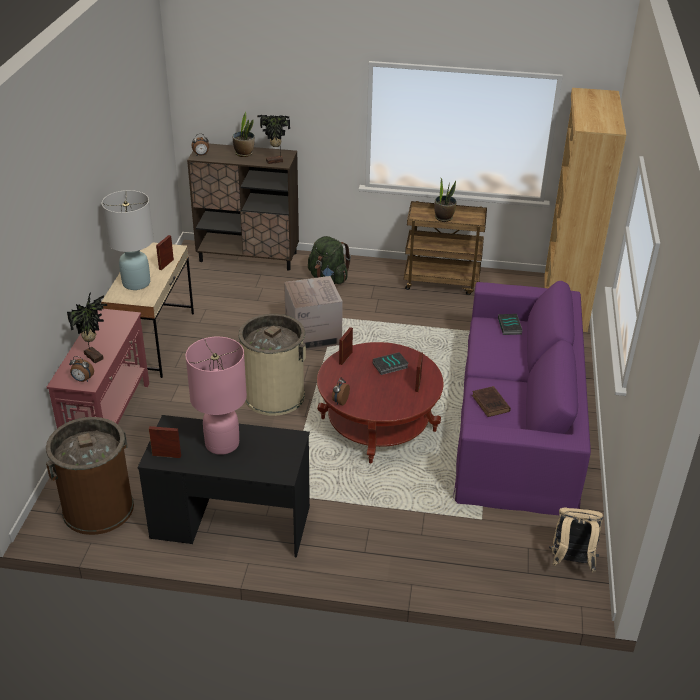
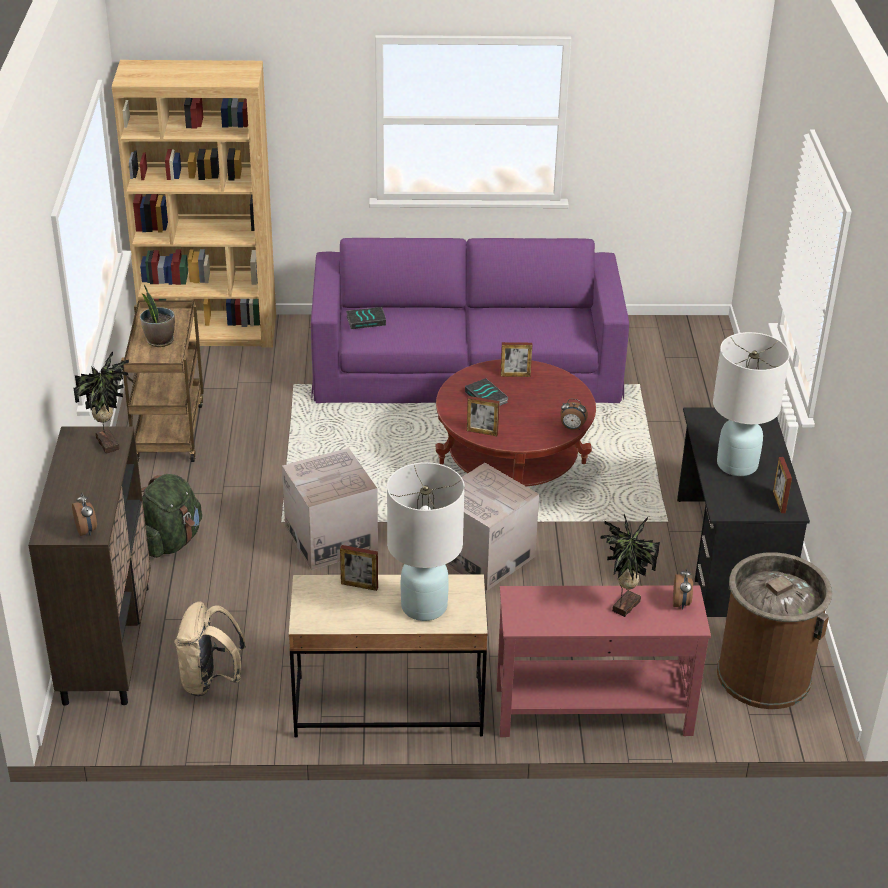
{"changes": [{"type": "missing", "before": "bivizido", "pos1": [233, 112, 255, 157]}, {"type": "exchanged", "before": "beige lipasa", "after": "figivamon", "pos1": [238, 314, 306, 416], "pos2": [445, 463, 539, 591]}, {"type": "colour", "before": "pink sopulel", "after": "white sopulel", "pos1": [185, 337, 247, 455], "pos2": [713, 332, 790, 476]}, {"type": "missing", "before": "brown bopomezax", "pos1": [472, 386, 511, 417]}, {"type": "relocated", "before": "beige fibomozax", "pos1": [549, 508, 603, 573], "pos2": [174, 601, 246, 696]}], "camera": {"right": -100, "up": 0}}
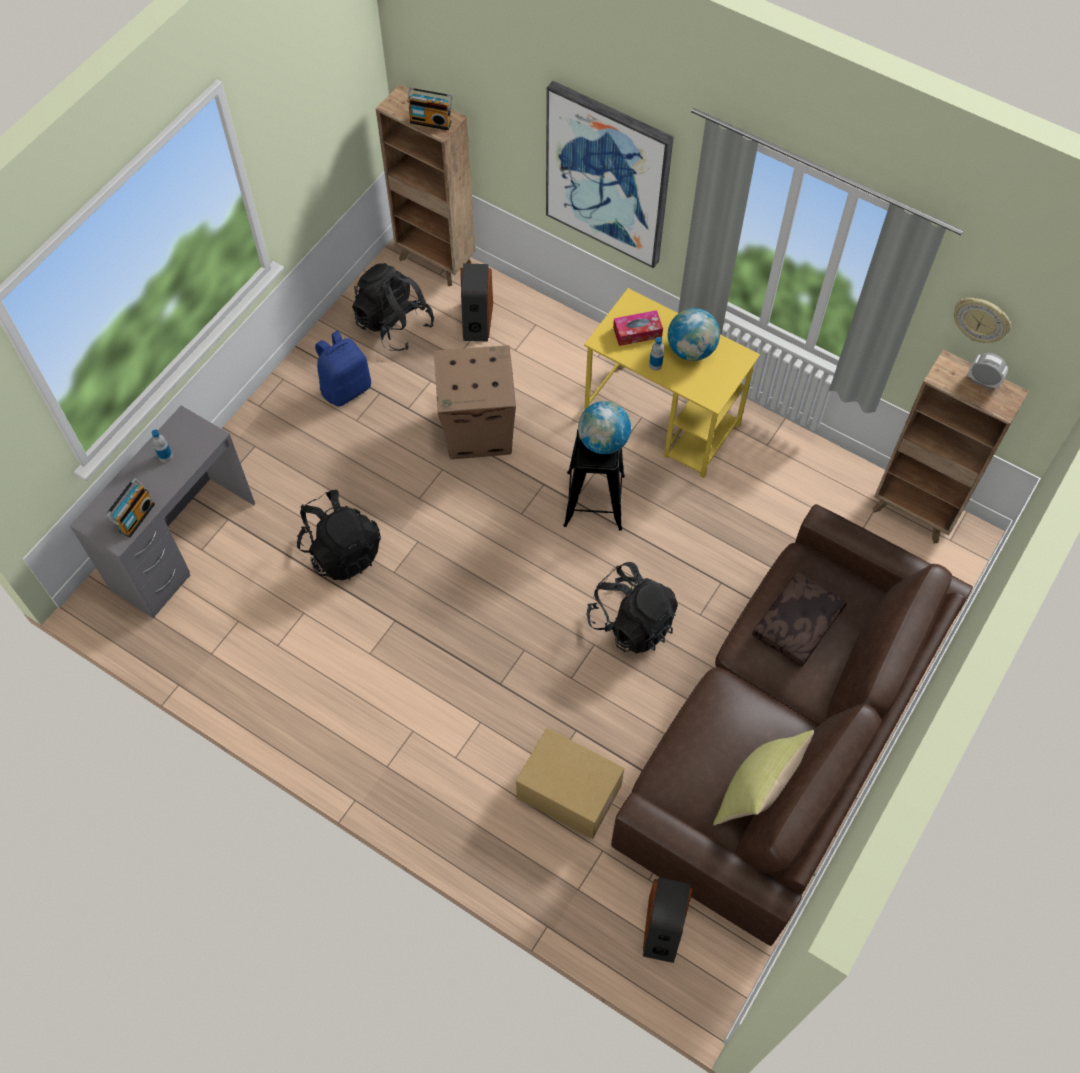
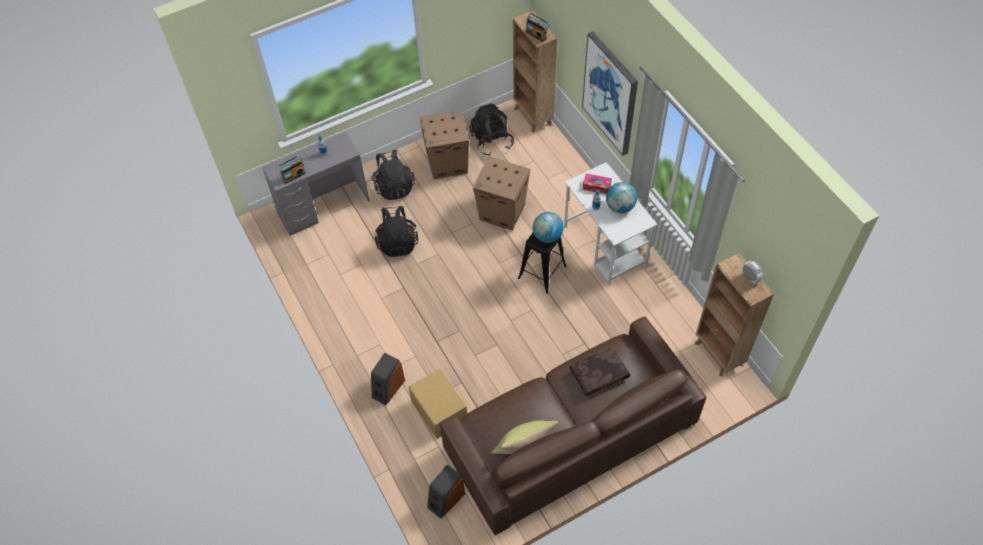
{"changes": [{"type": "relocated", "before": "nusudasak", "pos1": [460, 263, 493, 341], "pos2": [371, 353, 405, 405]}, {"type": "colour", "before": "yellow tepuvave", "after": "white tepuvave", "pos1": [584, 288, 760, 478], "pos2": [564, 162, 657, 286]}, {"type": "missing", "before": "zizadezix", "pos1": [954, 298, 1011, 343]}, {"type": "exchanged", "before": "blue fibomozax", "after": "figivamon", "pos1": [315, 331, 371, 407], "pos2": [420, 110, 469, 179]}, {"type": "relocated", "before": "black fibomozax", "pos1": [586, 562, 678, 654], "pos2": [371, 150, 415, 200]}], "camera": {"right": 30, "up": -5}}
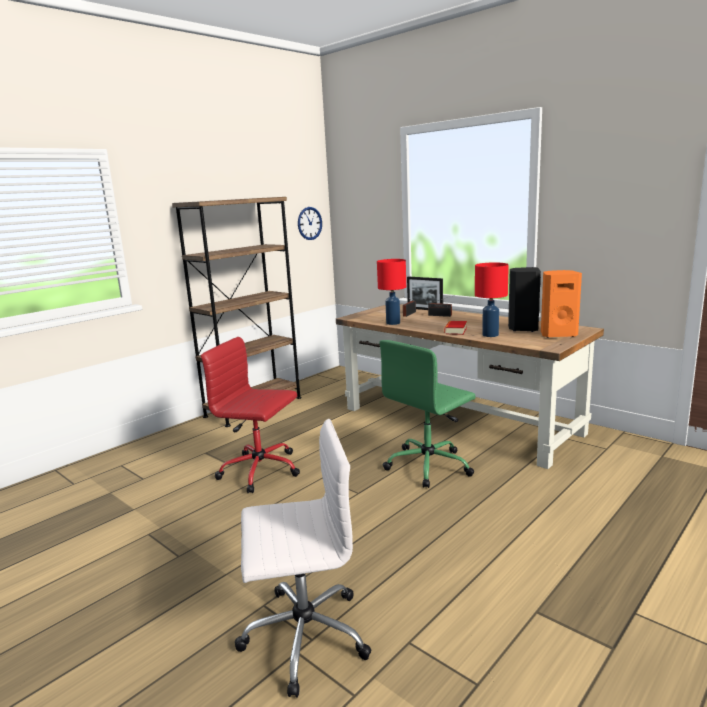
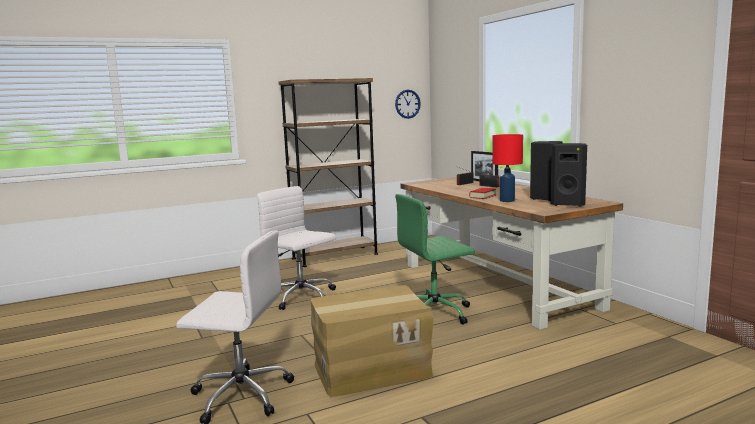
{"changes": [{"type": "missing", "before": "red sopulel", "pos1": [377, 259, 406, 325]}, {"type": "colour", "before": "orange nusudasak", "after": "black nusudasak", "pos1": [541, 270, 582, 338], "pos2": [550, 143, 587, 207]}, {"type": "colour", "before": "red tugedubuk", "after": "white tugedubuk", "pos1": [201, 337, 300, 493], "pos2": [257, 186, 336, 310]}, {"type": "appeared", "after": "figivamon", "pos2": [310, 285, 433, 397]}], "camera": {"right": 20, "up": -5}}
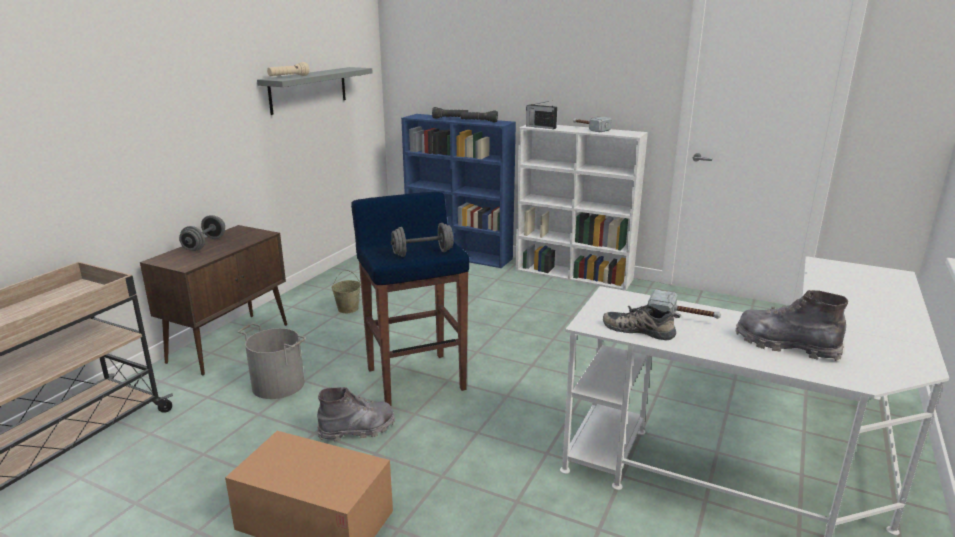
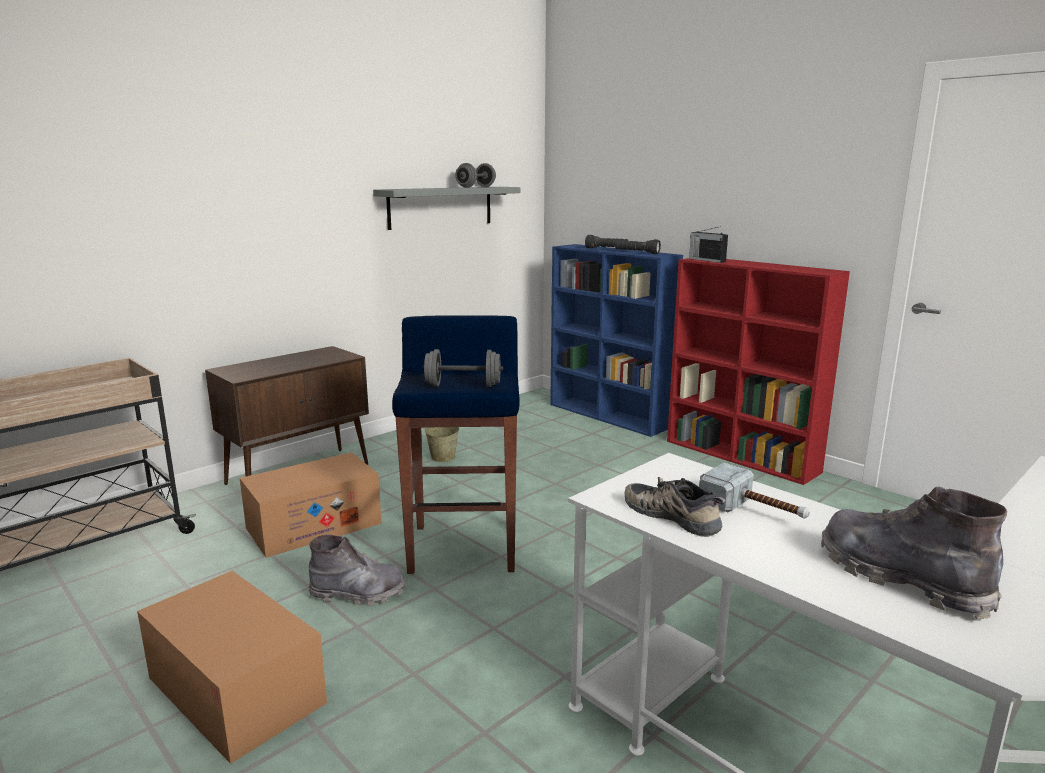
{"changes": [{"type": "missing", "before": "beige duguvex", "pos1": [267, 62, 309, 76]}, {"type": "missing", "before": "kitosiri", "pos1": [573, 116, 612, 132]}, {"type": "colour", "before": "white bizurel", "after": "red bizurel", "pos1": [516, 125, 648, 290], "pos2": [667, 258, 850, 485]}, {"type": "relocated", "before": "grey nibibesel", "pos1": [179, 215, 225, 251], "pos2": [455, 163, 496, 188]}, {"type": "exchanged", "before": "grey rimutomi", "after": "figivamon", "pos1": [238, 323, 306, 399], "pos2": [240, 452, 382, 558]}], "camera": {"right": 20, "up": -5}}
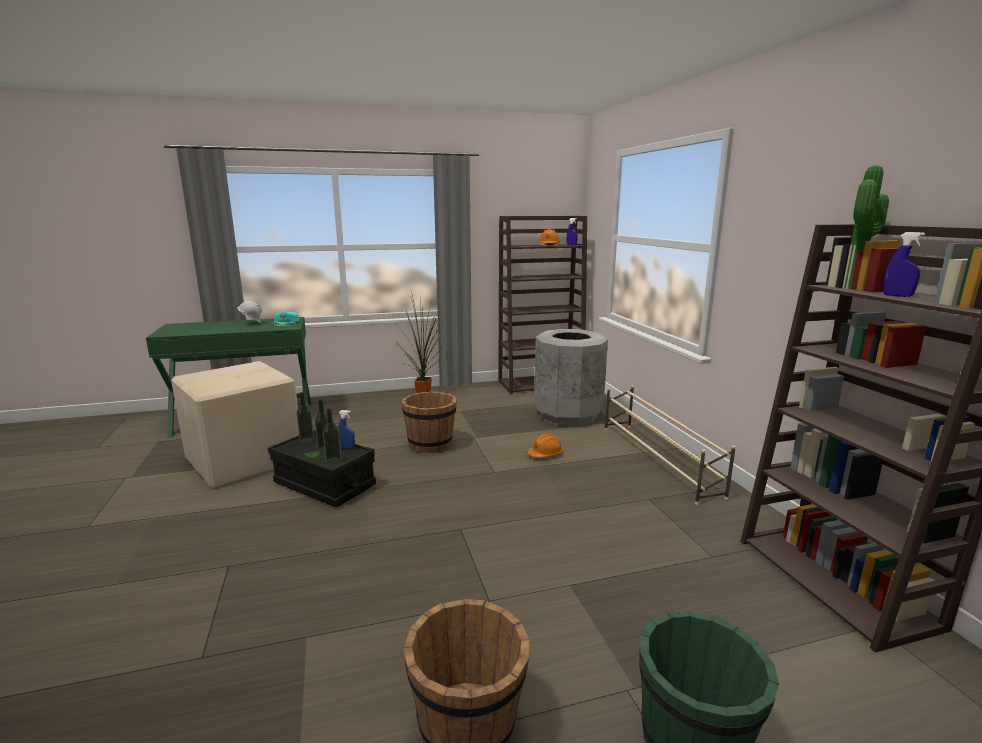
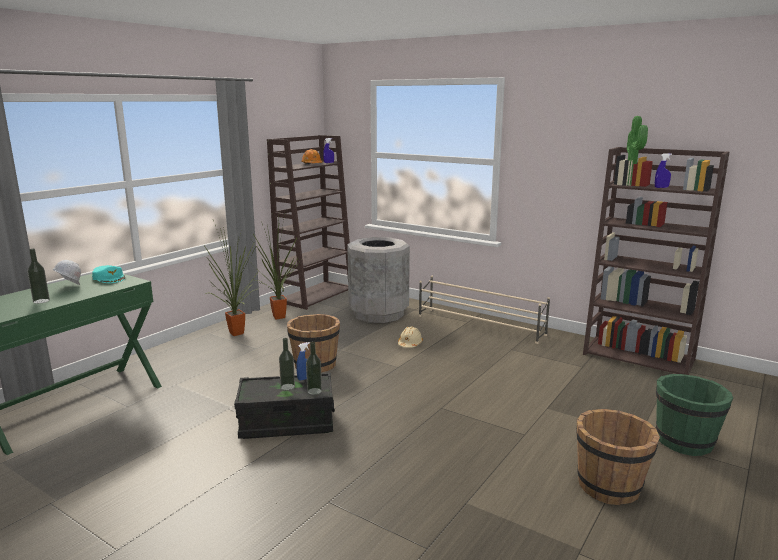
{"changes": [{"type": "missing", "before": "figivamon", "pos1": [171, 361, 299, 488]}, {"type": "relocated", "before": "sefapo", "pos1": [296, 392, 314, 443], "pos2": [27, 249, 50, 304]}, {"type": "colour", "before": "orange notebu", "after": "beige notebu", "pos1": [527, 434, 563, 458], "pos2": [398, 326, 423, 348]}, {"type": "appeared", "after": "bivizido", "pos2": [249, 212, 301, 319]}], "camera": {"right": -40, "up": 0}}
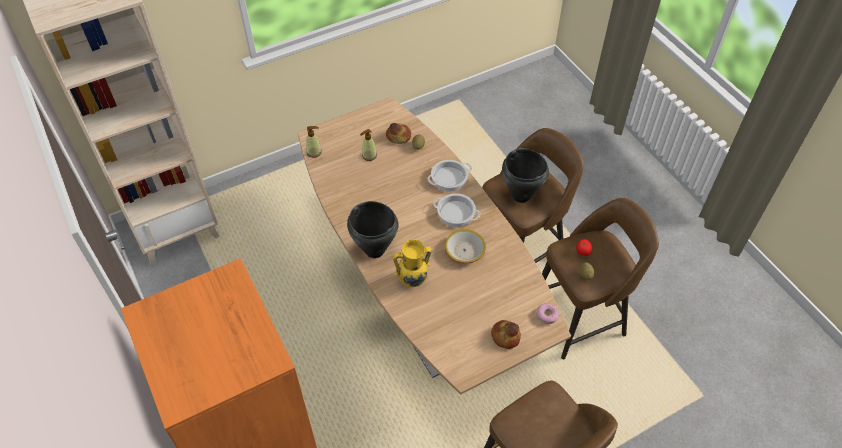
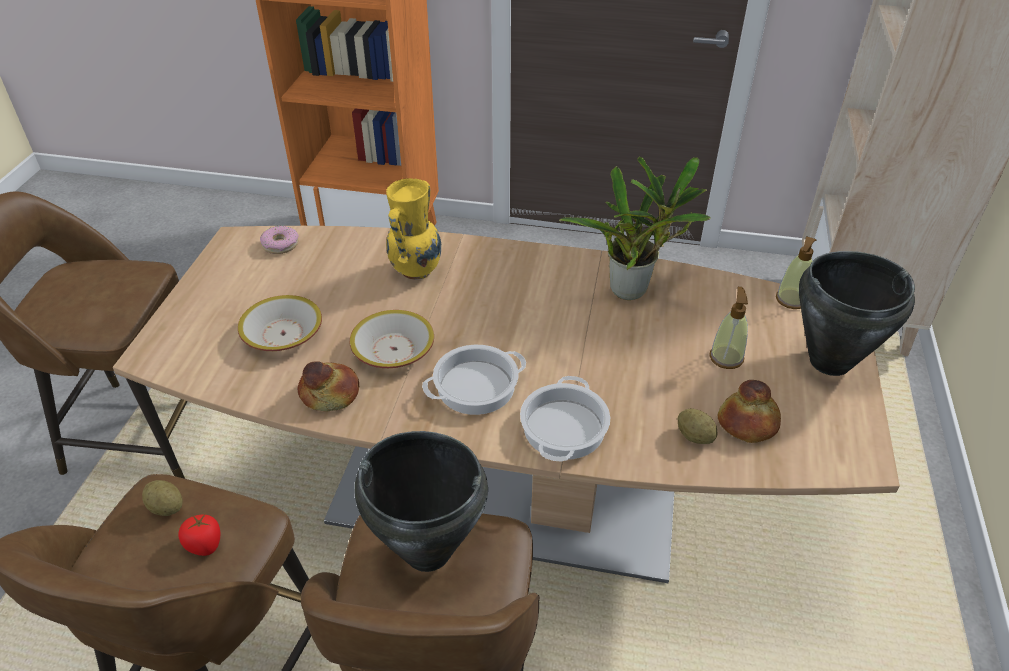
{"changes": [{"type": "relocated", "before": "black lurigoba", "pos1": [347, 201, 399, 258], "pos2": [799, 251, 915, 376]}, {"type": "relocated", "before": "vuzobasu", "pos1": [536, 303, 559, 324], "pos2": [260, 226, 299, 254]}, {"type": "relocated", "before": "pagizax", "pos1": [491, 320, 521, 349], "pos2": [298, 361, 359, 411]}, {"type": "appeared", "after": "bivizido", "pos2": [559, 157, 710, 300]}, {"type": "appeared", "after": "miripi", "pos2": [238, 295, 322, 351]}], "camera": {"right": 130, "up": -10}}
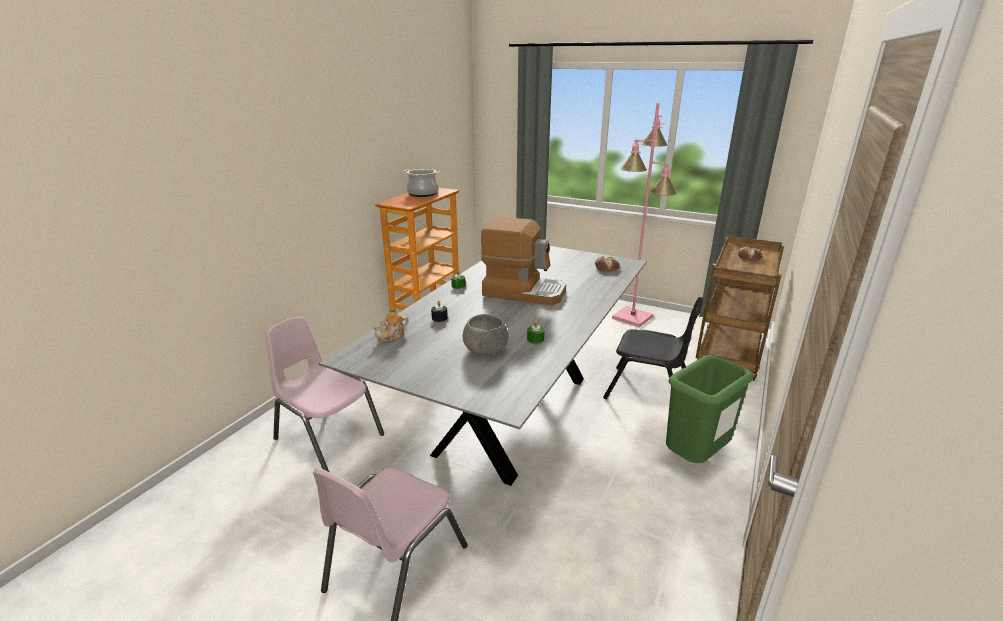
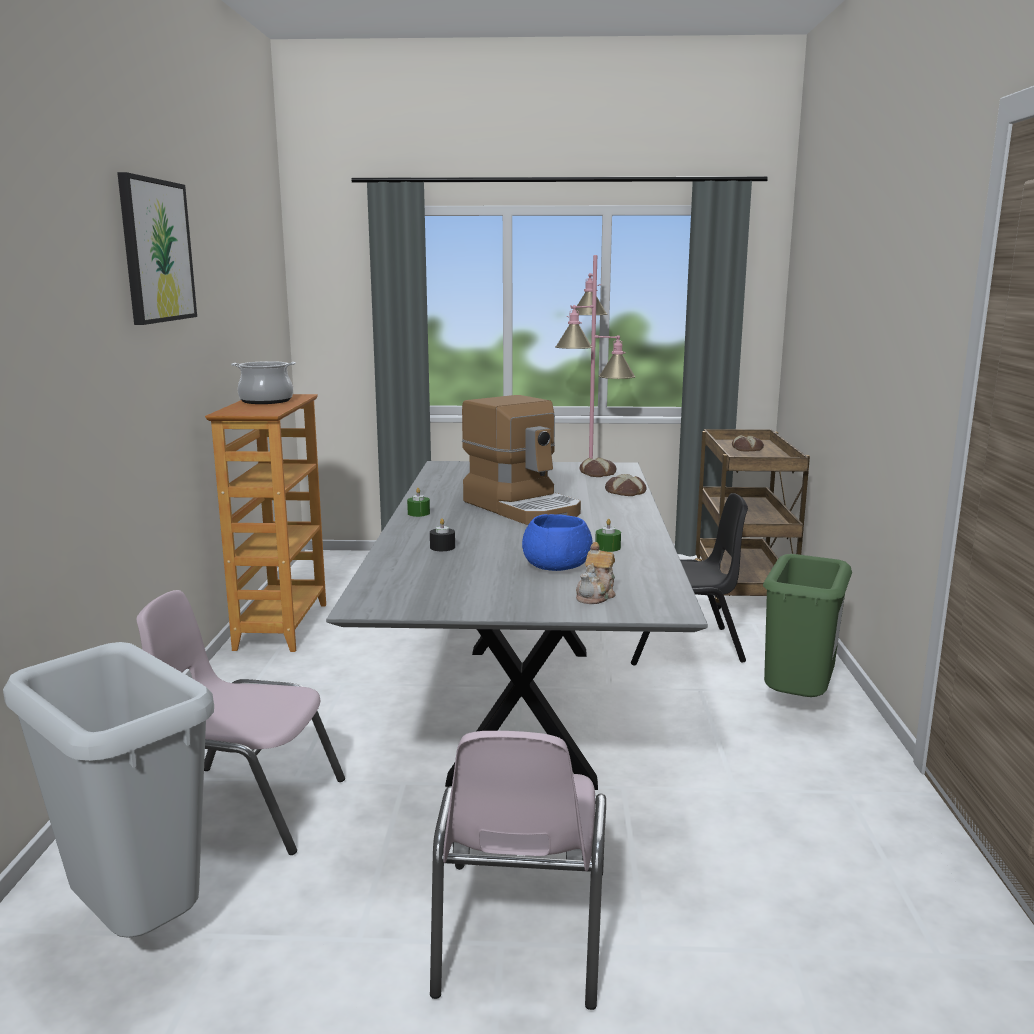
{"changes": [{"type": "spun", "before": "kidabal", "pos1": [481, 217, 566, 305], "pos2": [462, 395, 581, 525], "turn": 60}, {"type": "relocated", "before": "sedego", "pos1": [372, 307, 409, 343], "pos2": [576, 542, 616, 604]}, {"type": "colour", "before": "grey miripi", "after": "blue miripi", "pos1": [463, 314, 509, 355], "pos2": [522, 514, 593, 571]}, {"type": "appeared", "after": "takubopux", "pos2": [117, 172, 197, 325]}, {"type": "appeared", "after": "pagizax", "pos2": [605, 474, 647, 496]}, {"type": "appeared", "after": "grey lipasa", "pos2": [3, 642, 214, 938]}], "camera": {"right": -25, "up": -10}}
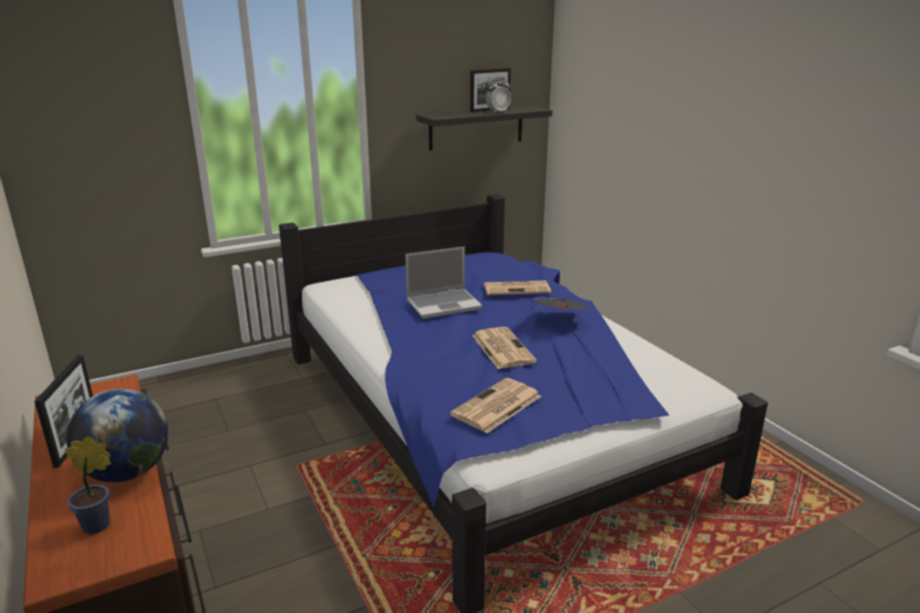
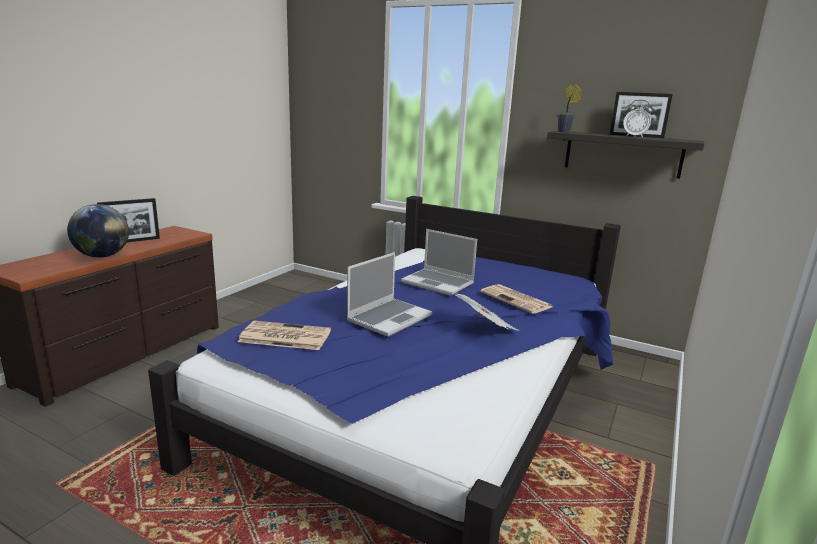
{"changes": [{"type": "exchanged", "before": "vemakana", "after": "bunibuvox", "pos1": [472, 327, 537, 369], "pos2": [346, 252, 432, 337]}, {"type": "relocated", "before": "bivizido", "pos1": [65, 436, 111, 534], "pos2": [557, 84, 582, 132]}], "camera": {"right": 55, "up": -5}}
